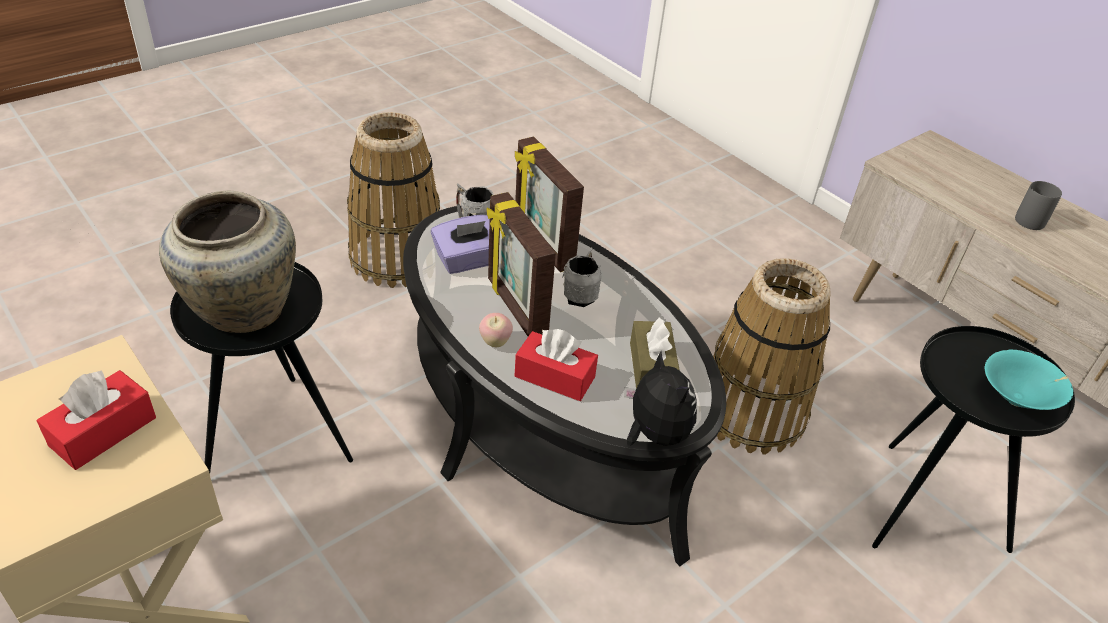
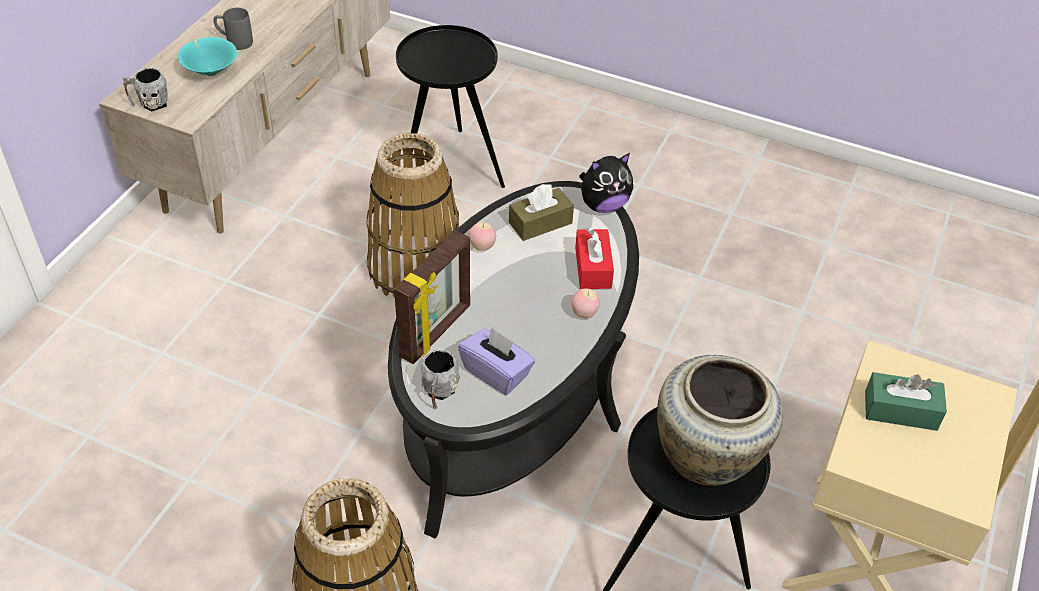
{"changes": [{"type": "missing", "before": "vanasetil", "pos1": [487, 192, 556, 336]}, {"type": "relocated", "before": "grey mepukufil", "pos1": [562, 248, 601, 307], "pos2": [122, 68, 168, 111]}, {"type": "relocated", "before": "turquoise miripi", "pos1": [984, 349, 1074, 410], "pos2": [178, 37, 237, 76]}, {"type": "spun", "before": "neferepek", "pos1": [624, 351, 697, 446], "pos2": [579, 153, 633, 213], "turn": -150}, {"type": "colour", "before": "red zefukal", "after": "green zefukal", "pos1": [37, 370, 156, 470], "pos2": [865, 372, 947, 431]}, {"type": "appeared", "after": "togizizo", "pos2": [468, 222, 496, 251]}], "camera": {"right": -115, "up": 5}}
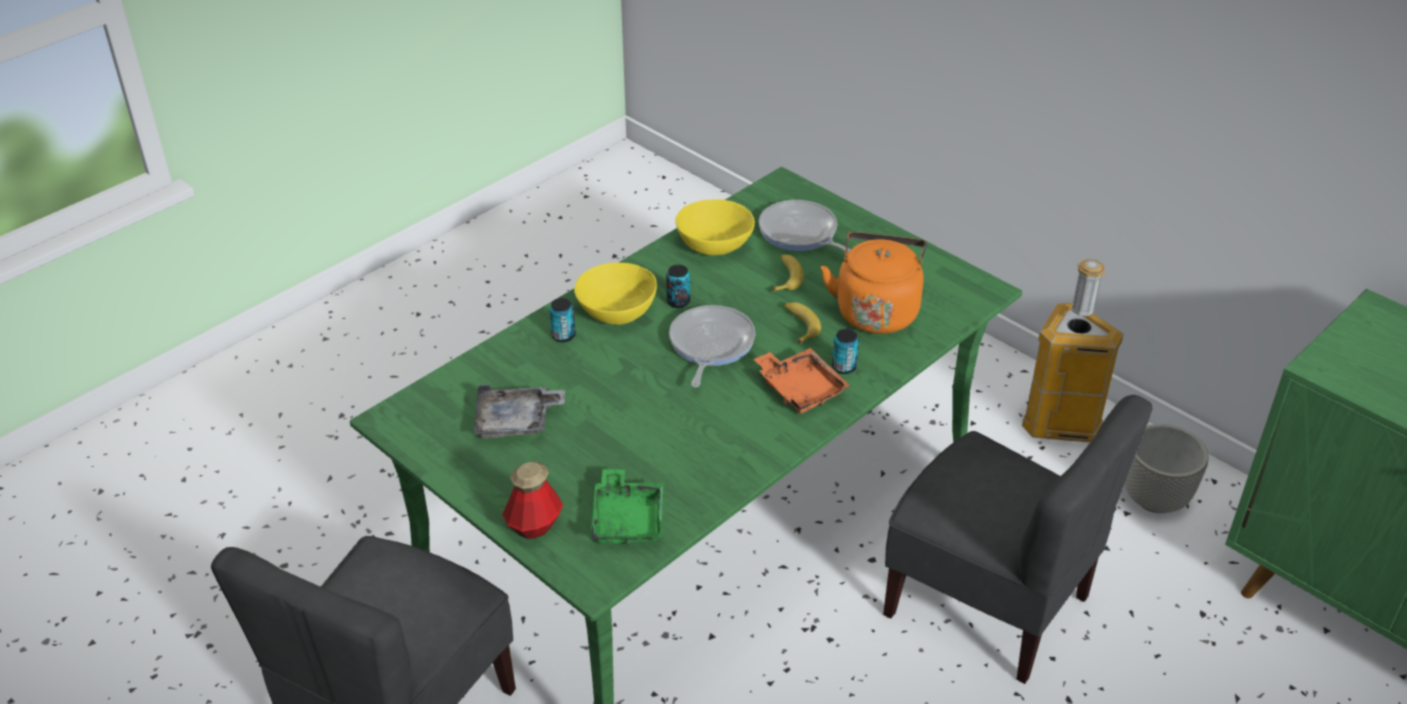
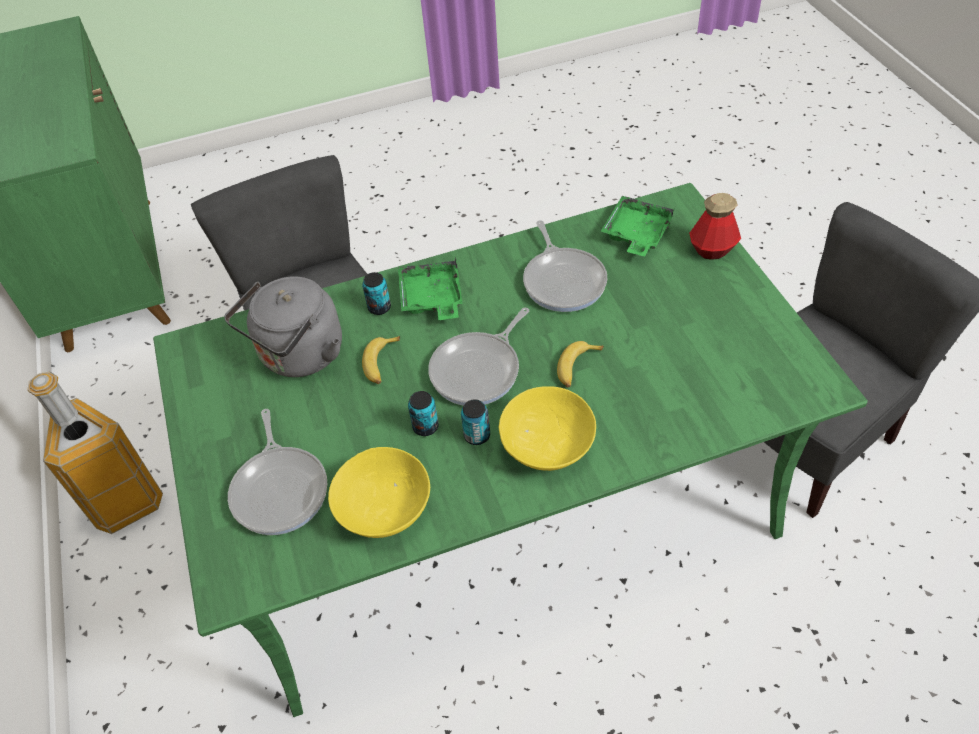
{"changes": [{"type": "colour", "before": "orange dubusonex", "after": "grey dubusonex", "pos1": [821, 232, 927, 334], "pos2": [224, 276, 342, 377]}, {"type": "relocated", "before": "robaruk", "pos1": [773, 254, 804, 291], "pos2": [557, 341, 604, 388]}, {"type": "relocated", "before": "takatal", "pos1": [549, 298, 576, 342], "pos2": [408, 391, 439, 436]}, {"type": "colour", "before": "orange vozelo", "after": "green vozelo", "pos1": [754, 348, 850, 414], "pos2": [398, 258, 463, 320]}, {"type": "missing", "before": "grey vozelo", "pos1": [474, 385, 565, 438]}, {"type": "missing", "before": "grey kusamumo", "pos1": [1125, 424, 1209, 513]}, {"type": "appeared", "after": "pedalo", "pos2": [523, 220, 607, 312]}], "camera": {"right": -150, "up": 10}}
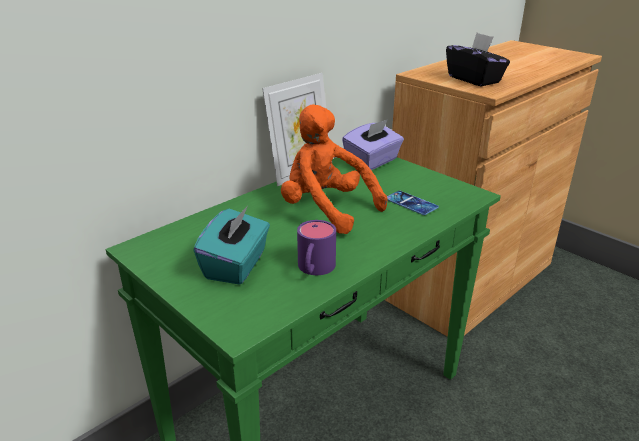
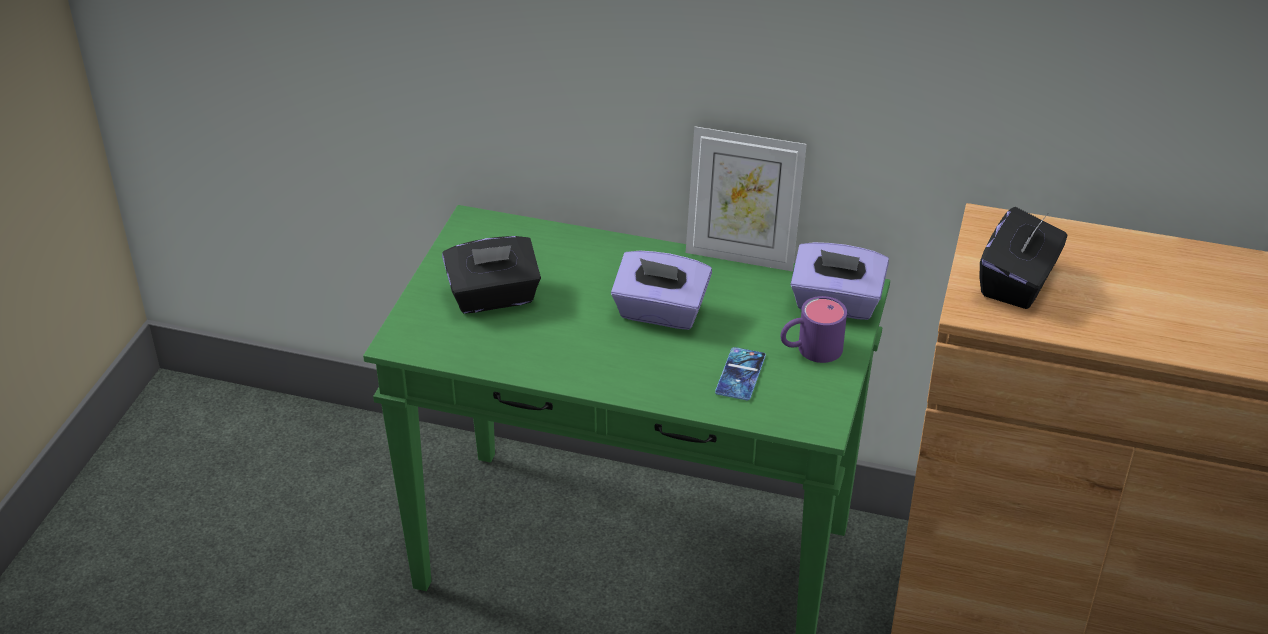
{"changes": [{"type": "exchanged", "before": "orange neferepek", "after": "purple zefukal", "pos1": [281, 104, 388, 234], "pos2": [611, 251, 712, 330]}, {"type": "colour", "before": "turquoise zefukal", "after": "black zefukal", "pos1": [193, 207, 270, 285], "pos2": [442, 236, 541, 314]}, {"type": "relocated", "before": "purple mepukufil", "pos1": [297, 220, 336, 275], "pos2": [780, 296, 847, 363]}], "camera": {"right": 60, "up": 10}}
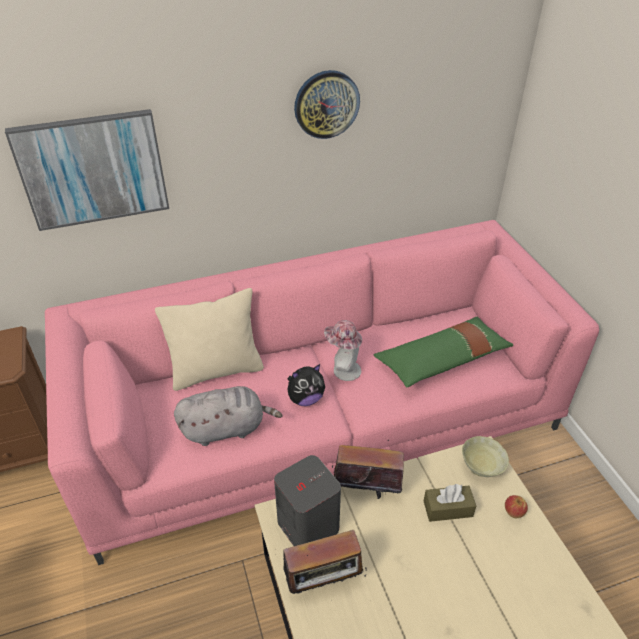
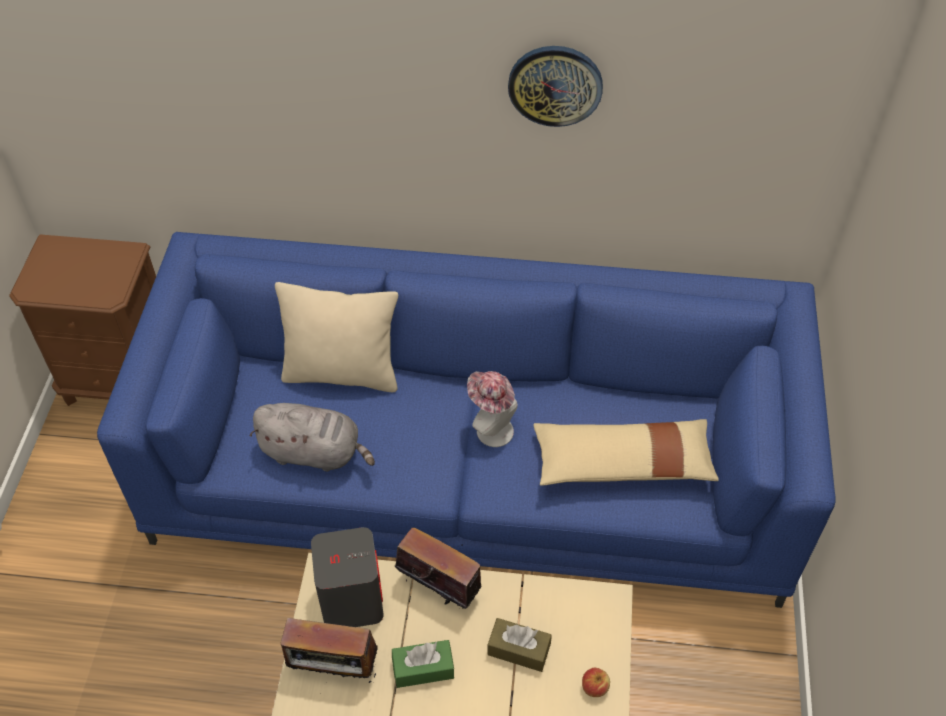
{"changes": [{"type": "missing", "before": "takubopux", "pos1": [5, 109, 169, 231]}, {"type": "colour", "before": "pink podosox", "after": "blue podosox", "pos1": [45, 220, 599, 565], "pos2": [97, 232, 835, 608]}, {"type": "colour", "before": "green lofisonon", "after": "beige lofisonon", "pos1": [374, 317, 513, 388], "pos2": [533, 419, 719, 486]}, {"type": "missing", "before": "neferepek", "pos1": [288, 364, 325, 406]}, {"type": "missing", "before": "beige miripi", "pos1": [462, 436, 509, 477]}, {"type": "appeared", "after": "green zefukal", "pos2": [392, 640, 454, 688]}], "camera": {"right": 25, "up": 10}}
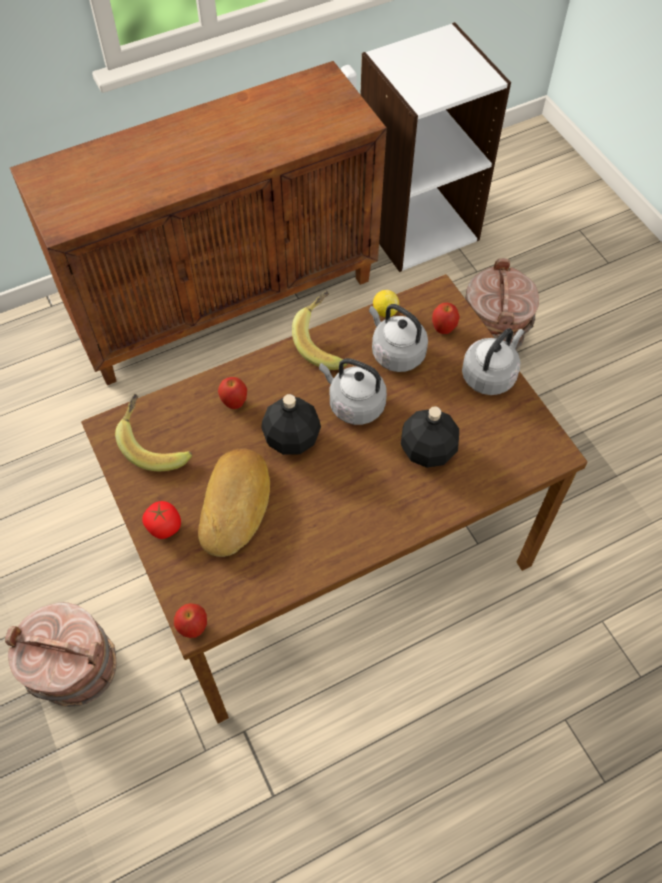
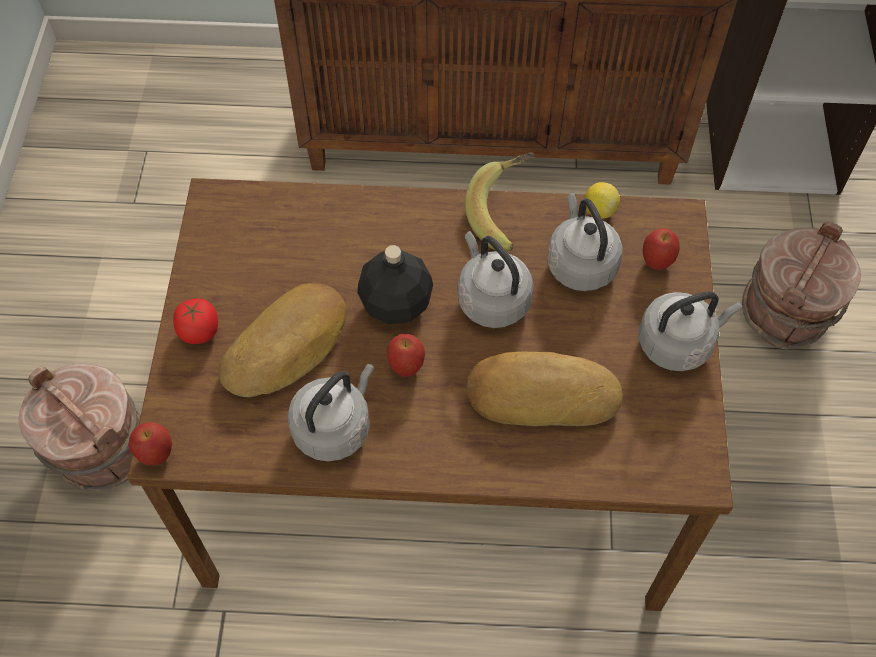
{"changes": [{"type": "relocated", "before": "togizizo", "pos1": [218, 377, 247, 409], "pos2": [386, 334, 425, 377]}, {"type": "missing", "before": "robaruk", "pos1": [115, 394, 192, 471]}, {"type": "exchanged", "before": "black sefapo", "after": "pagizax", "pos1": [401, 406, 459, 468], "pos2": [467, 352, 623, 426]}, {"type": "appeared", "after": "grey dubusonex", "pos2": [288, 364, 375, 461]}], "camera": {"right": 30, "up": 0}}
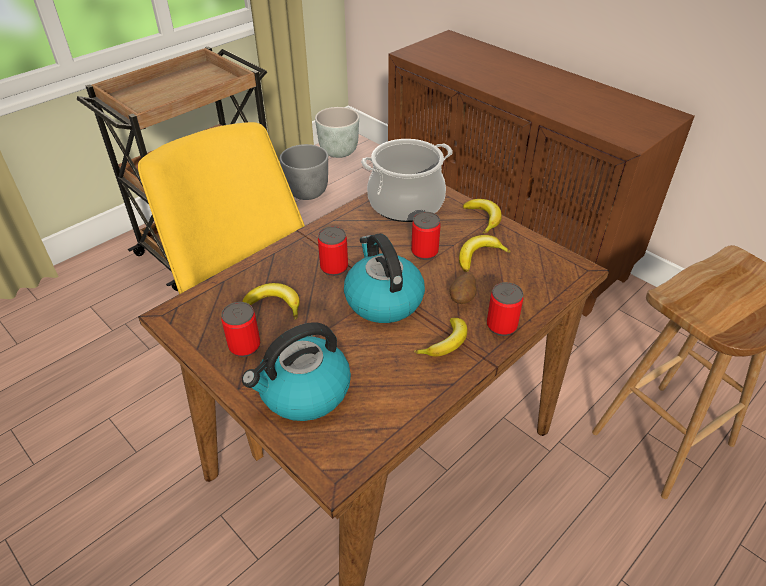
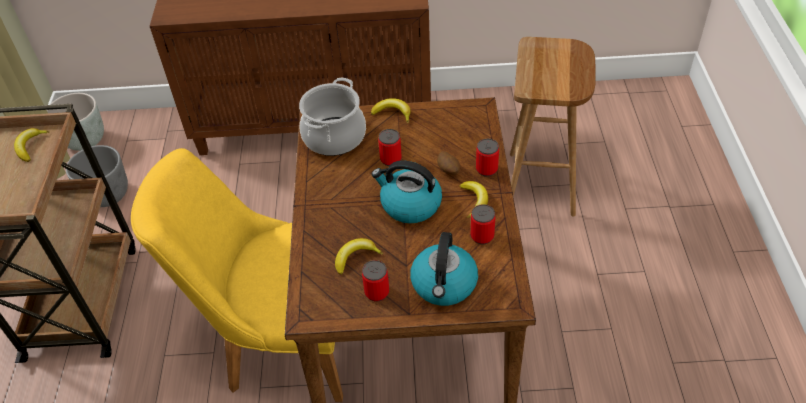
{"changes": [{"type": "relocated", "before": "takatal", "pos1": [318, 226, 348, 276], "pos2": [471, 204, 495, 244]}, {"type": "relocated", "before": "robaruk", "pos1": [459, 235, 511, 272], "pos2": [14, 128, 49, 162]}], "camera": {"right": -45, "up": 5}}
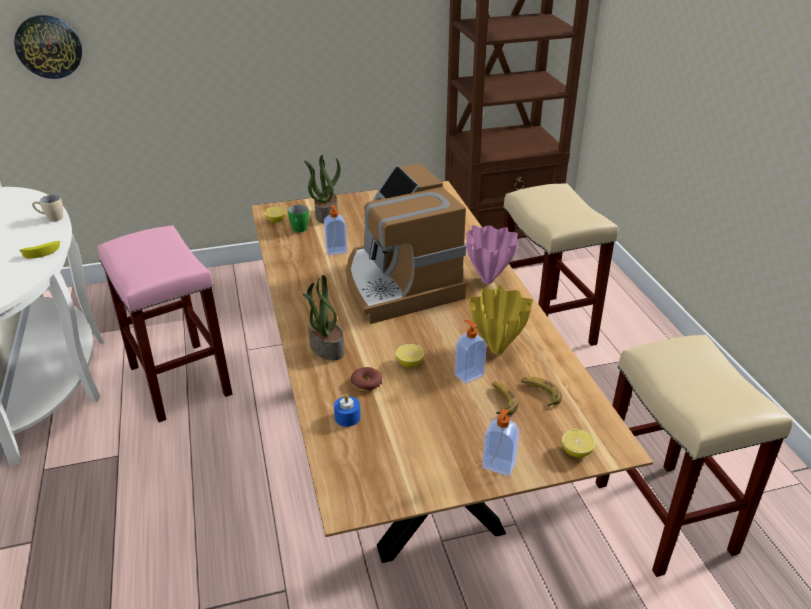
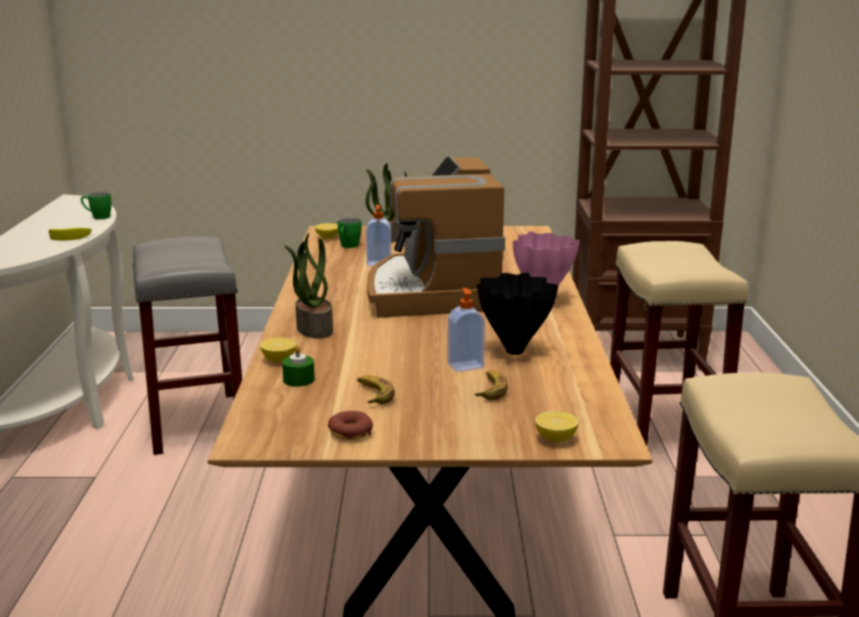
{"changes": [{"type": "missing", "before": "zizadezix", "pos1": [14, 15, 82, 79]}, {"type": "colour", "before": "beige mepukufil", "after": "green mepukufil", "pos1": [32, 195, 63, 222], "pos2": [81, 192, 111, 219]}, {"type": "colour", "before": "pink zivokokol", "after": "grey zivokokol", "pos1": [98, 225, 232, 422], "pos2": [133, 237, 242, 455]}, {"type": "colour", "before": "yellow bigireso", "after": "black bigireso", "pos1": [469, 286, 533, 354], "pos2": [477, 273, 558, 355]}, {"type": "relocated", "before": "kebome", "pos1": [396, 344, 425, 368], "pos2": [260, 338, 297, 362]}, {"type": "relocated", "before": "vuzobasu", "pos1": [351, 367, 382, 391], "pos2": [328, 411, 373, 440]}, {"type": "relocated", "before": "robaruk", "pos1": [521, 377, 562, 406], "pos2": [357, 375, 395, 404]}, {"type": "colour", "before": "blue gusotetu", "after": "green gusotetu", "pos1": [334, 394, 361, 427], "pos2": [282, 345, 315, 387]}, {"type": "missing", "before": "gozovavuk", "pos1": [482, 409, 519, 476]}], "camera": {"right": 15, "up": -15}}
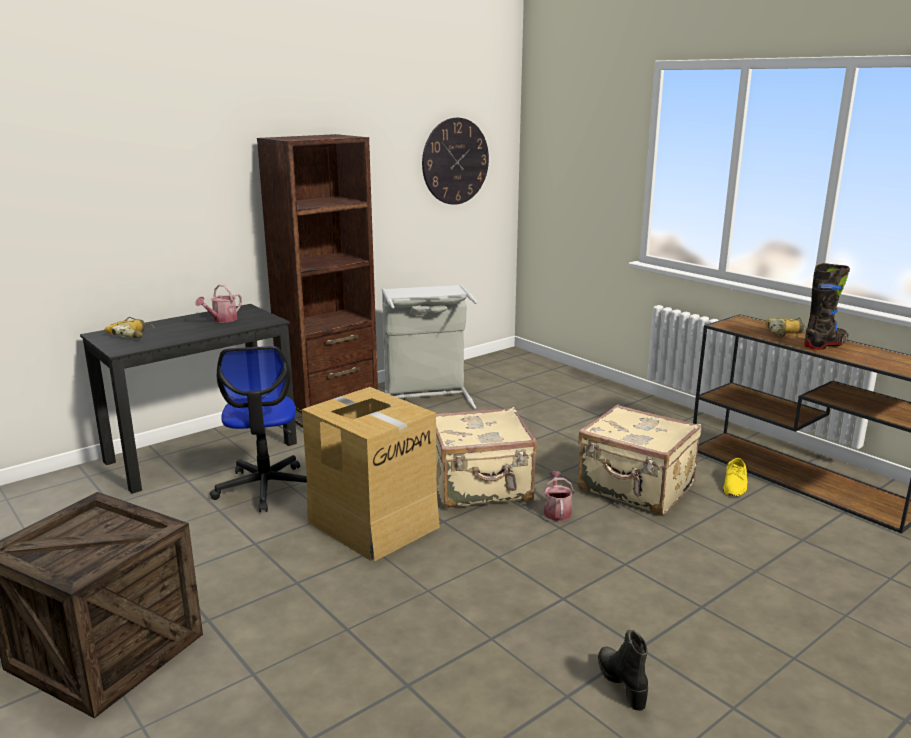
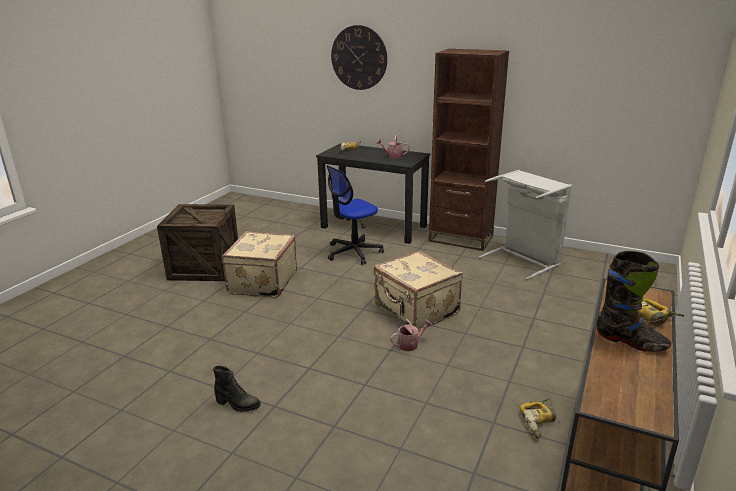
{"changes": [{"type": "relocated", "before": "zizadezix", "pos1": [422, 118, 489, 205], "pos2": [331, 25, 387, 90]}, {"type": "missing", "before": "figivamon", "pos1": [302, 387, 440, 561]}, {"type": "relocated", "before": "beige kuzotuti", "pos1": [578, 405, 701, 515], "pos2": [222, 231, 297, 298]}, {"type": "exchanged", "before": "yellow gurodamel", "after": "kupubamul", "pos1": [723, 458, 747, 496], "pos2": [520, 398, 560, 439]}, {"type": "spun", "before": "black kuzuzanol", "pos1": [598, 629, 648, 711], "pos2": [213, 366, 261, 412], "turn": 60}], "camera": {"right": 65, "up": 5}}
